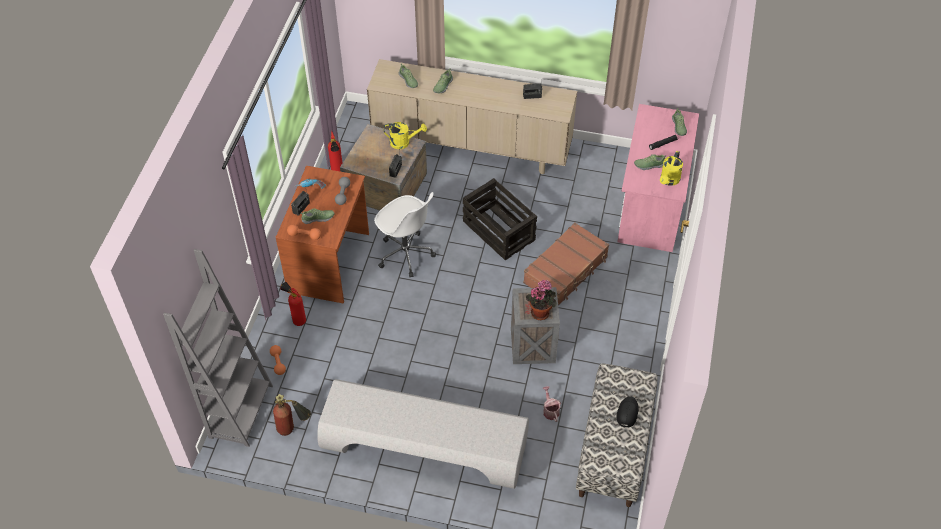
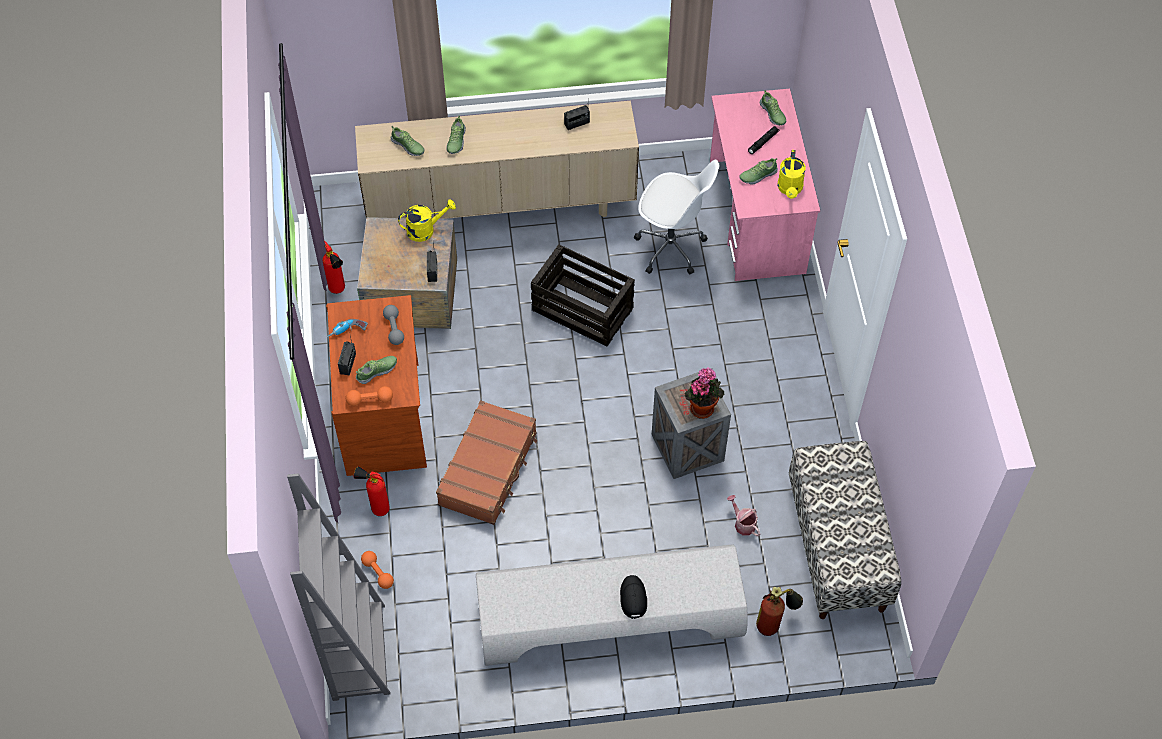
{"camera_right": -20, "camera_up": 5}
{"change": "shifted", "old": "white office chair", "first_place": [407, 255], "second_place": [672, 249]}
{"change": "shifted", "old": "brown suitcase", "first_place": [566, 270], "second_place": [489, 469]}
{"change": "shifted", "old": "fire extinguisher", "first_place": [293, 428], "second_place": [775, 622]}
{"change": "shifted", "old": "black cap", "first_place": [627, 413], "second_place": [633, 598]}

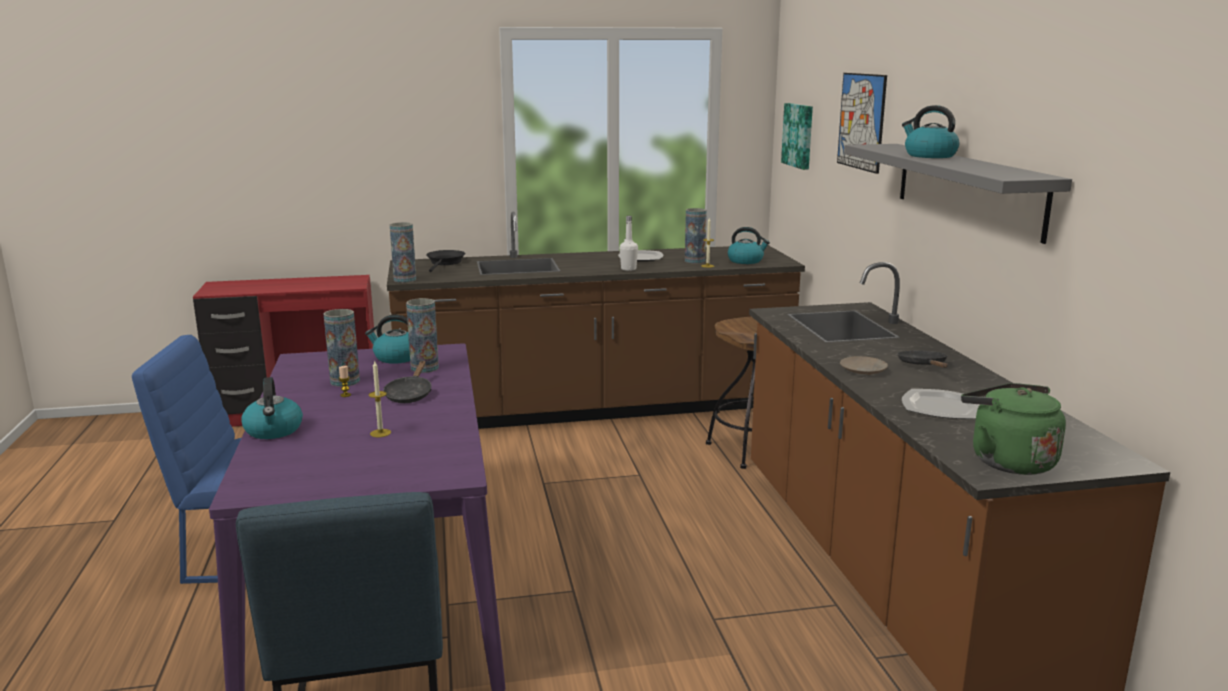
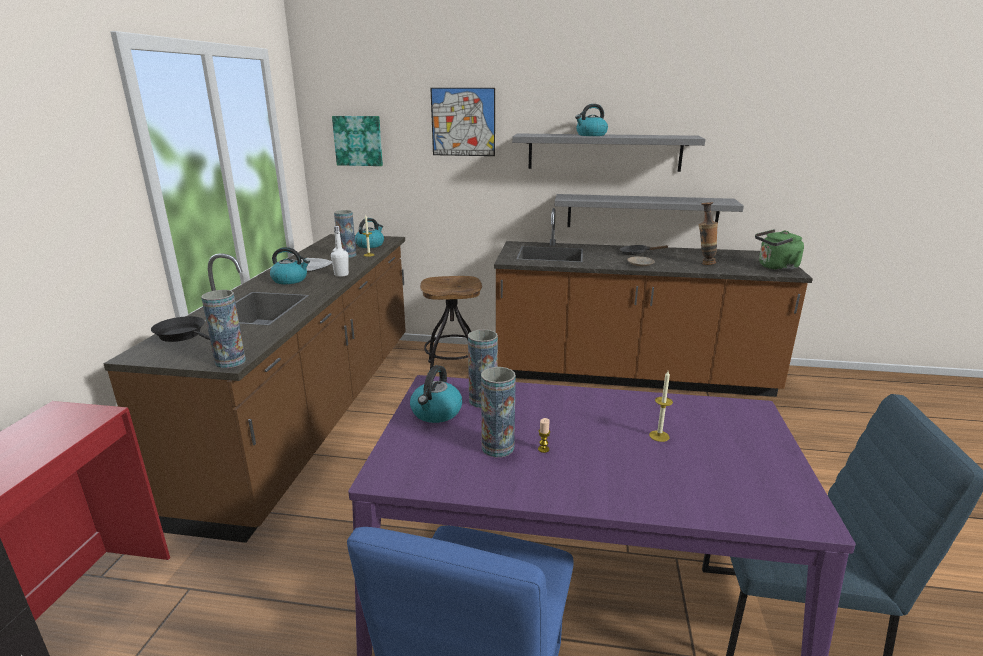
{"camera_right": -70, "camera_up": 5}
{"change": "gone", "old": "black frying pan", "first_place": [409, 394]}
{"change": "shifted", "old": "kettle", "first_place": [274, 431], "second_place": [290, 280]}
{"change": "swapped", "old": "plate", "new": "vase", "first_place": [940, 408], "second_place": [704, 263]}
{"change": "new", "new": "grey shelf", "second_place": [642, 212]}

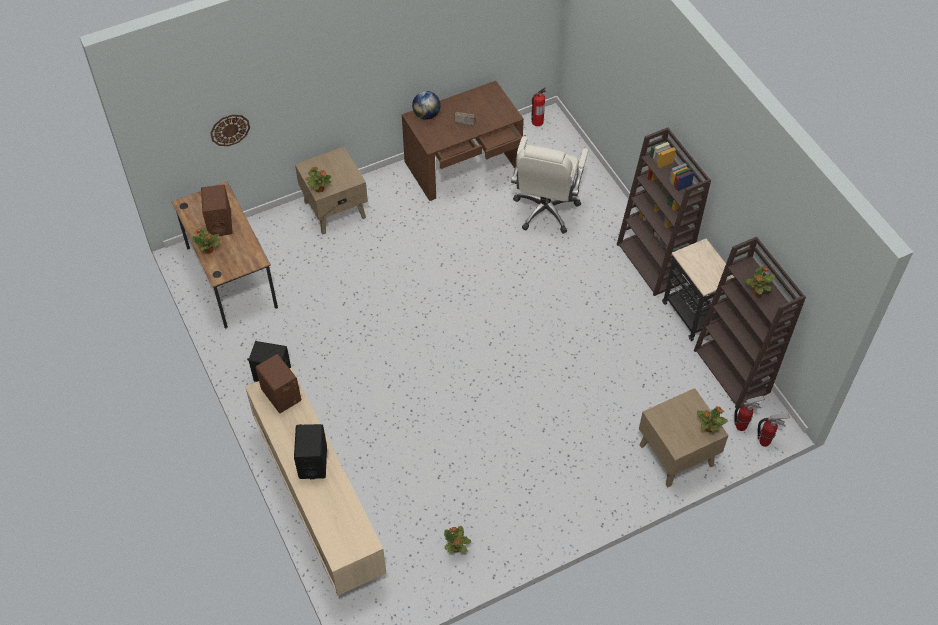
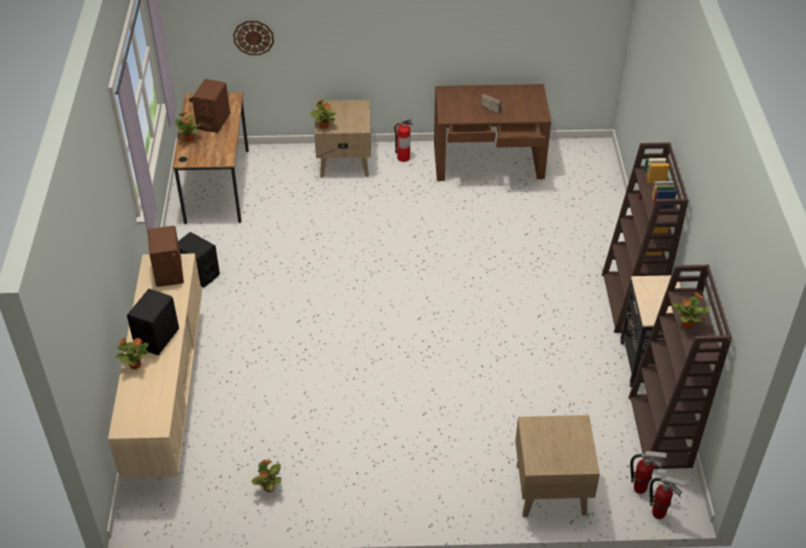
{"camera_right": 25, "camera_up": -10}
{"change": "shifted", "old": "fire extinguisher", "first_place": [537, 122], "second_place": [403, 157]}
{"change": "gone", "old": "globe", "first_place": [426, 115]}
{"change": "gone", "old": "white office chair", "first_place": [545, 211]}
{"change": "shifted", "old": "potted plant", "first_place": [708, 428], "second_place": [135, 365]}

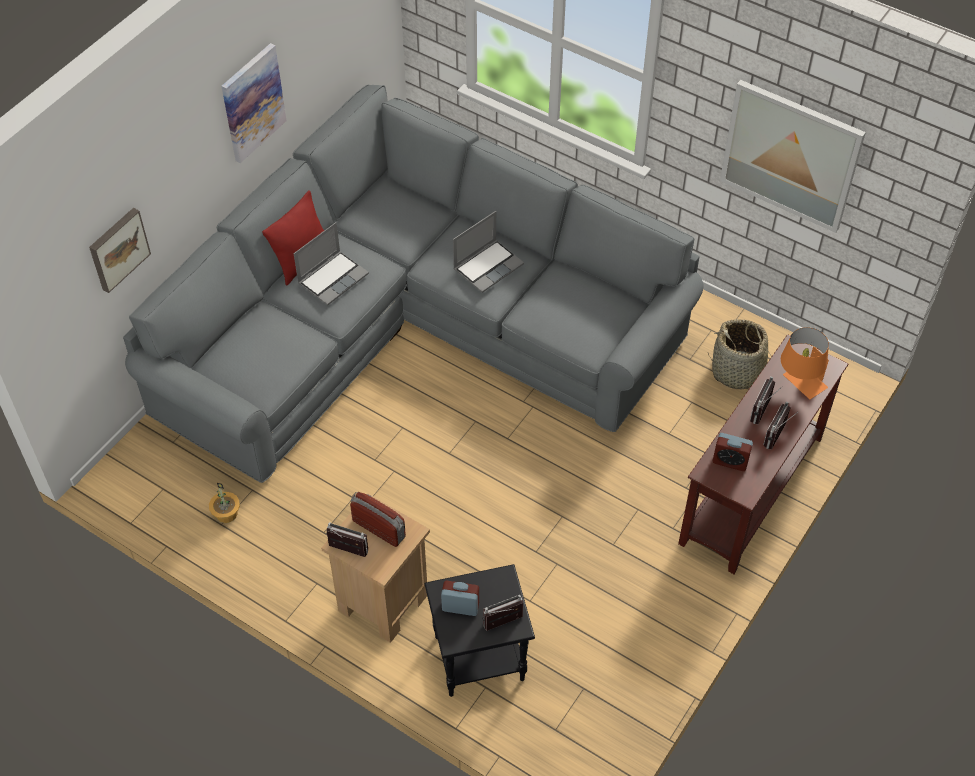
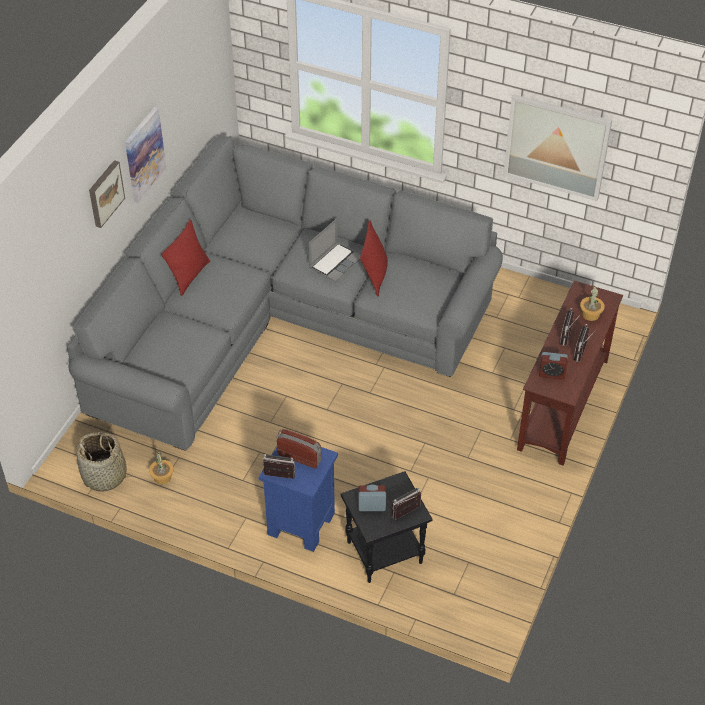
{"camera_right": -10, "camera_up": -5}
{"change": "shifted", "old": "picture", "first_place": [117, 249], "second_place": [104, 193]}
{"change": "gone", "old": "laptop", "first_place": [333, 278]}
{"change": "shifted", "old": "basket", "first_place": [737, 372], "second_place": [105, 476]}
{"change": "swapped", "old": "orange table lamp", "new": "potted plant", "first_place": [799, 385], "second_place": [590, 314]}
{"change": "repainted", "old": "beige nightstand", "new": "blue nightstand", "first_place": [383, 601], "second_place": [301, 522]}
{"change": "new", "new": "red pillow", "second_place": [374, 276]}

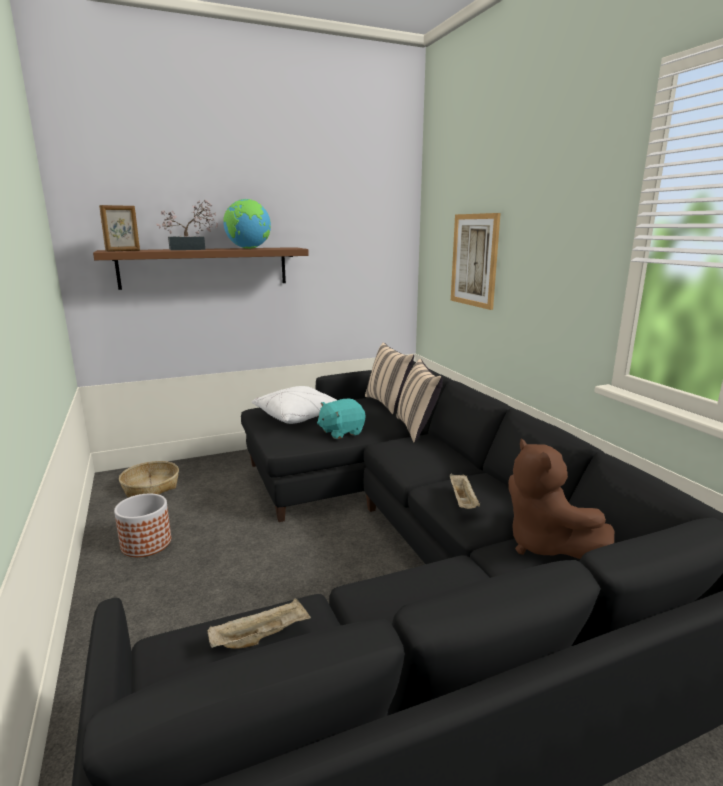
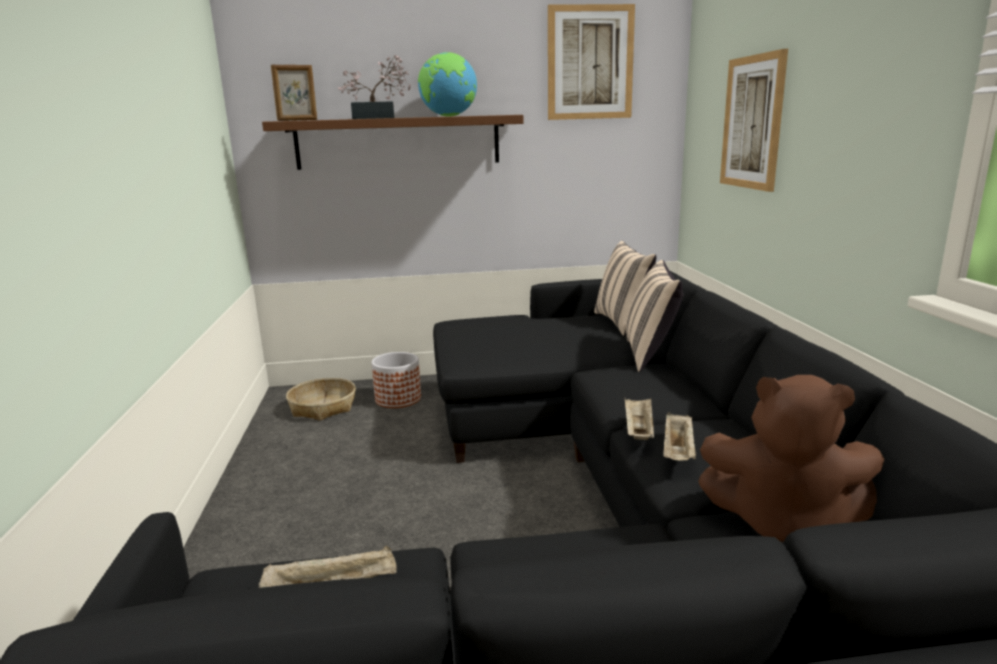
{"camera_right": 15, "camera_up": 0}
{"change": "gone", "old": "white pillow", "first_place": [299, 416]}
{"change": "gone", "old": "turquoise plush toy", "first_place": [341, 432]}
{"change": "rotated", "old": "brown plush toy", "first_place": [544, 545], "second_place": [784, 524], "degrees": -60}
{"change": "shifted", "old": "planter", "first_place": [146, 543], "second_place": [398, 399]}
{"change": "new", "new": "picture", "second_place": [590, 63]}
{"change": "new", "new": "beige tray", "second_place": [638, 430]}

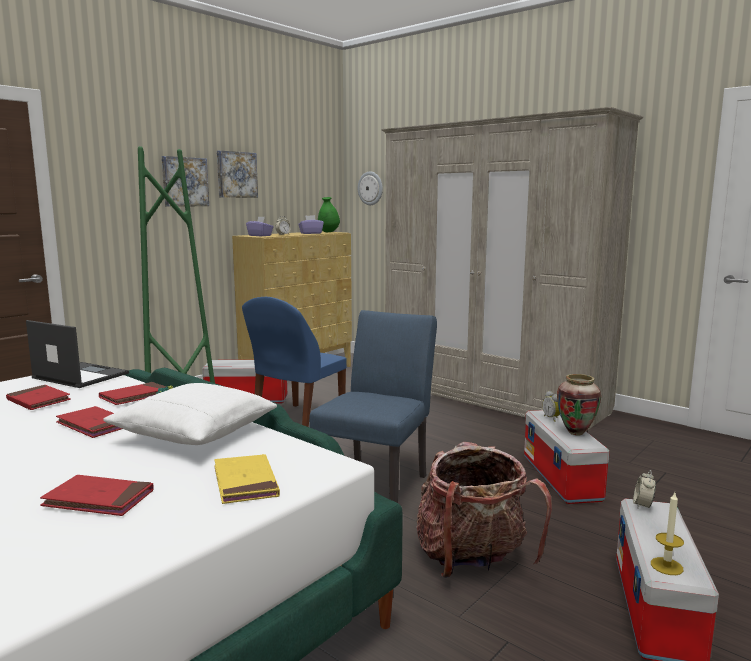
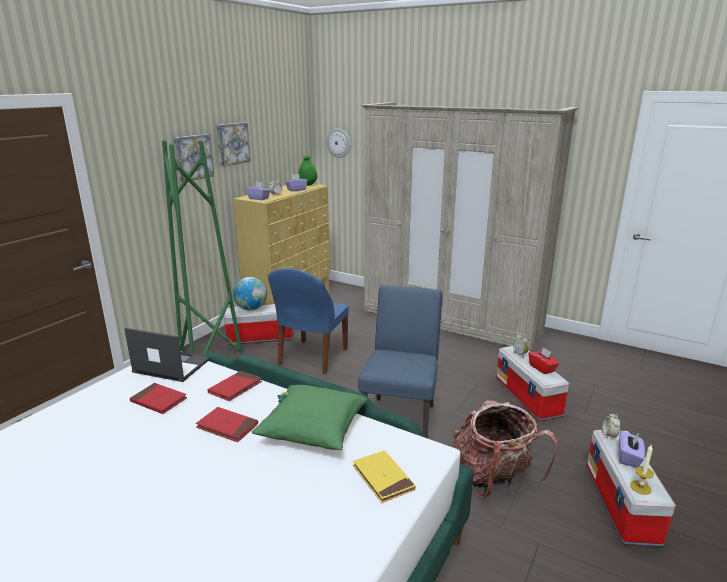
{"camera_right": -10, "camera_up": 10}
{"change": "swapped", "old": "vase", "new": "red tissue box", "first_place": [576, 433], "second_place": [542, 368]}
{"change": "repainted", "old": "white pillow", "new": "green pillow", "first_place": [196, 435], "second_place": [313, 429]}
{"change": "gone", "old": "red book", "first_place": [99, 499]}
{"change": "new", "new": "globe", "second_place": [251, 309]}
{"change": "new", "new": "purple tissue box", "second_place": [629, 457]}

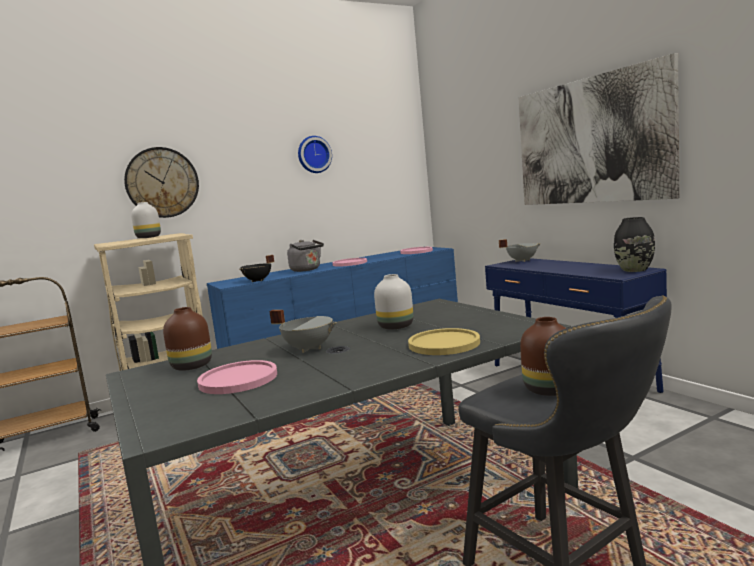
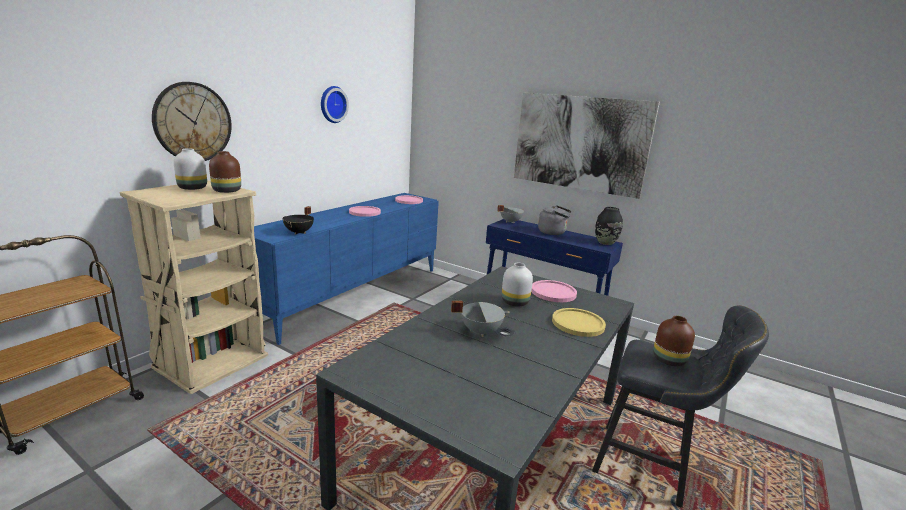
{"camera_right": -30, "camera_up": 10}
{"change": "shifted", "old": "grey kettle", "first_place": [307, 270], "second_place": [553, 232]}
{"change": "shifted", "old": "brown vase", "first_place": [190, 366], "second_place": [226, 191]}
{"change": "shifted", "old": "pink plate", "first_place": [238, 379], "second_place": [553, 292]}

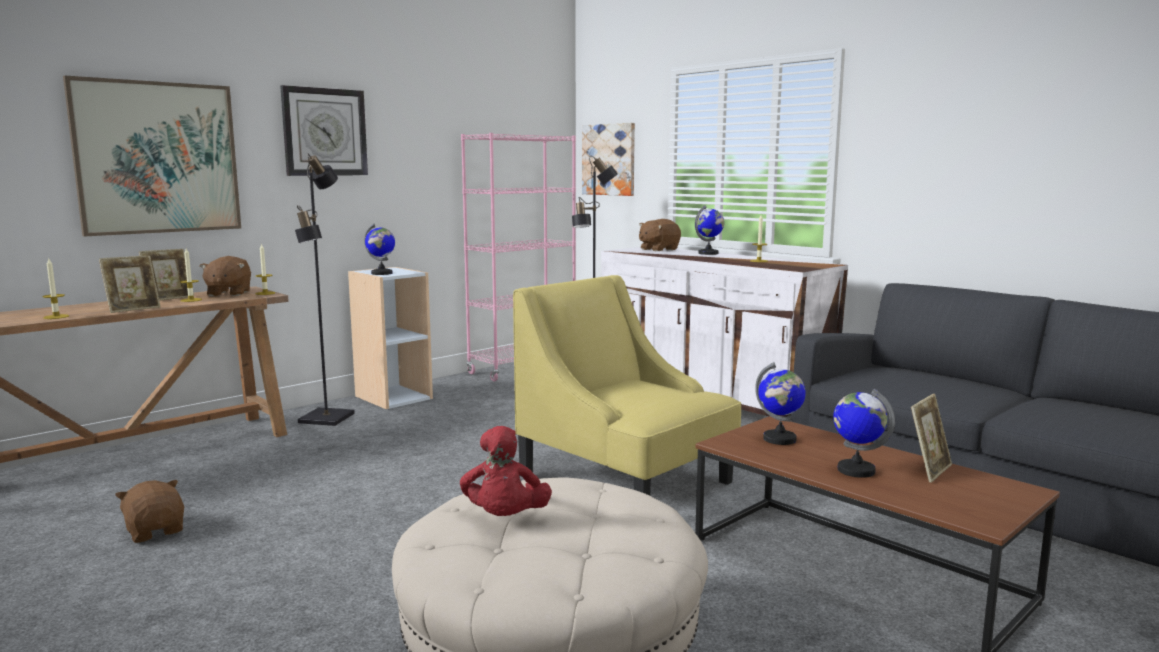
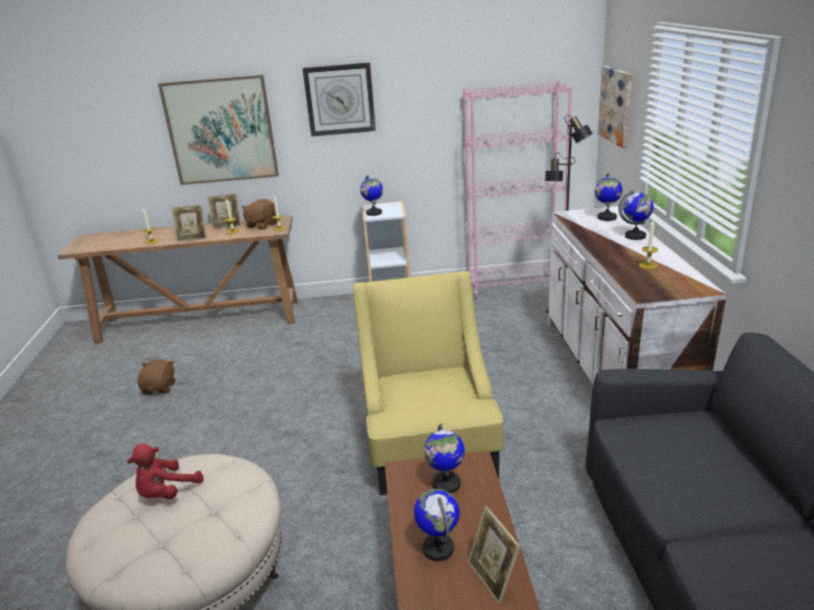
{"camera_right": 40, "camera_up": 15}
{"change": "gone", "old": "black floor lamp", "first_place": [326, 418]}
{"change": "swapped", "old": "brown plush toy", "new": "globe", "first_place": [658, 249], "second_place": [606, 217]}
{"change": "rotated", "old": "picture frame", "first_place": [929, 470], "second_place": [492, 578], "degrees": 75}

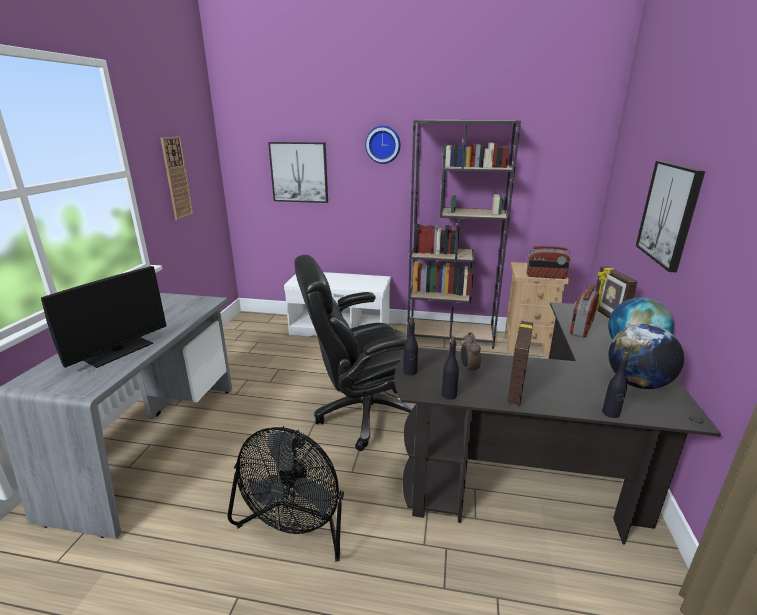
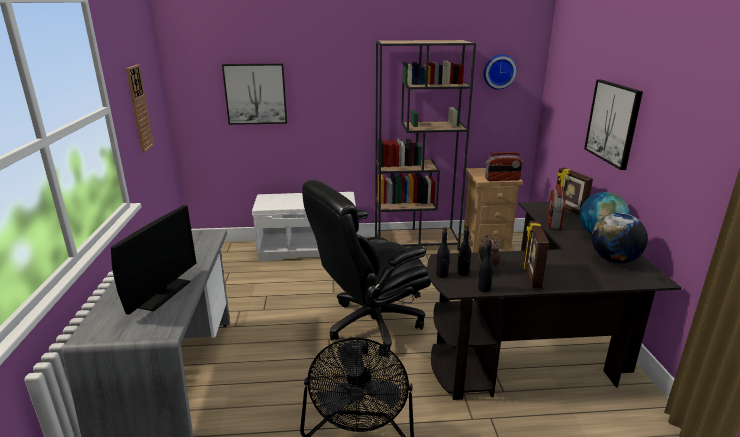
{"camera_right": -15, "camera_up": 0}
{"change": "shifted", "old": "wall clock", "first_place": [383, 144], "second_place": [499, 71]}
{"change": "shifted", "old": "black bottle", "first_place": [611, 413], "second_place": [463, 273]}

